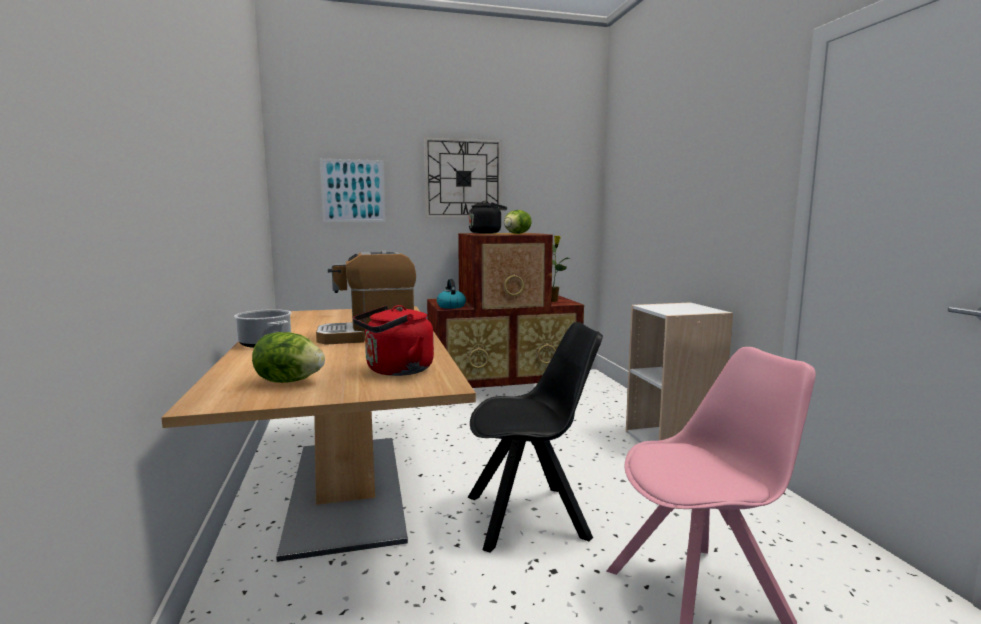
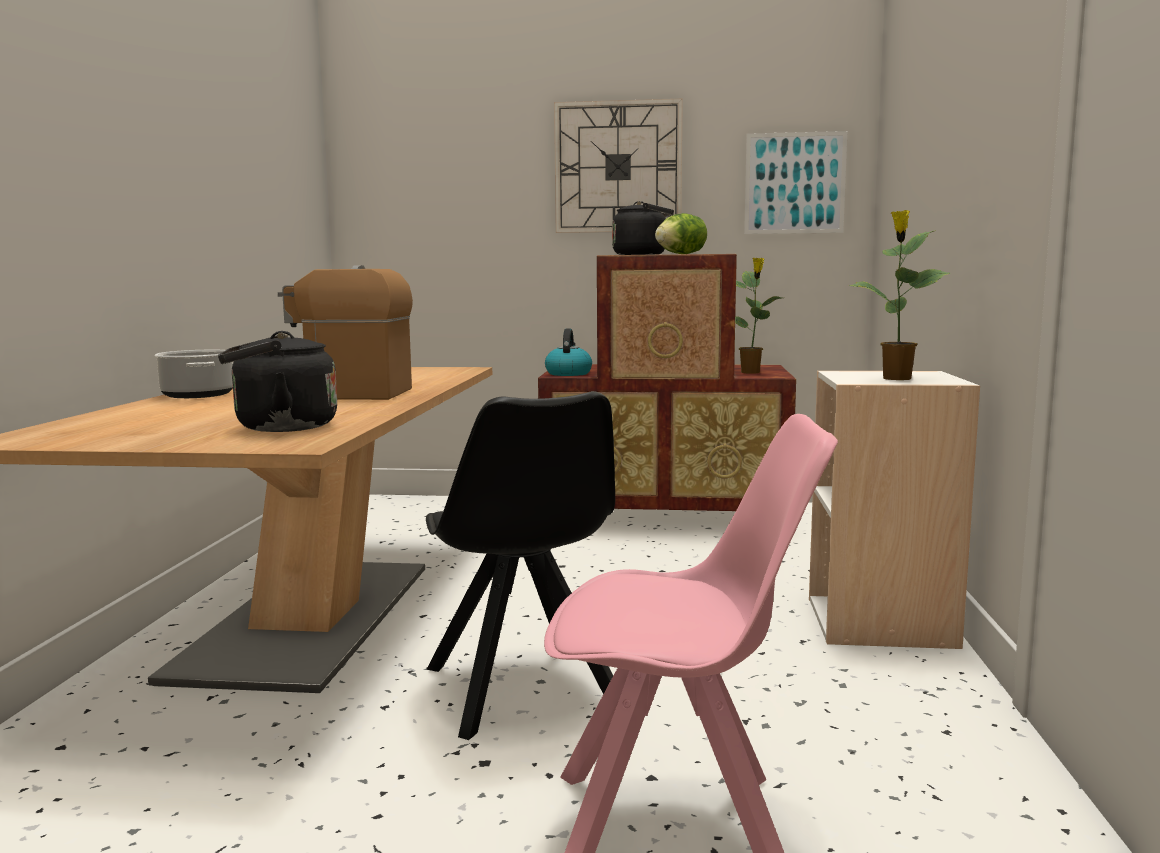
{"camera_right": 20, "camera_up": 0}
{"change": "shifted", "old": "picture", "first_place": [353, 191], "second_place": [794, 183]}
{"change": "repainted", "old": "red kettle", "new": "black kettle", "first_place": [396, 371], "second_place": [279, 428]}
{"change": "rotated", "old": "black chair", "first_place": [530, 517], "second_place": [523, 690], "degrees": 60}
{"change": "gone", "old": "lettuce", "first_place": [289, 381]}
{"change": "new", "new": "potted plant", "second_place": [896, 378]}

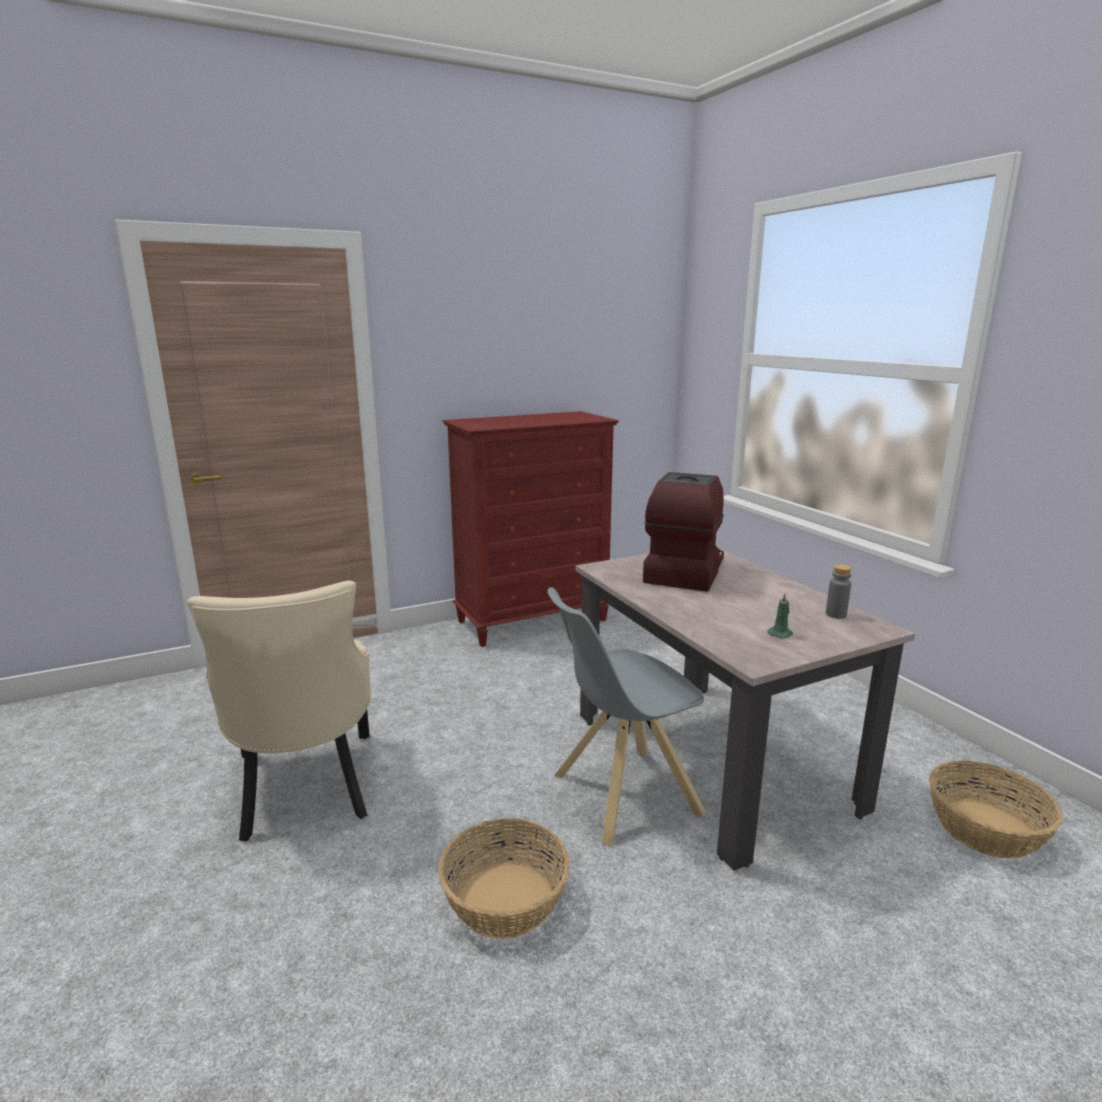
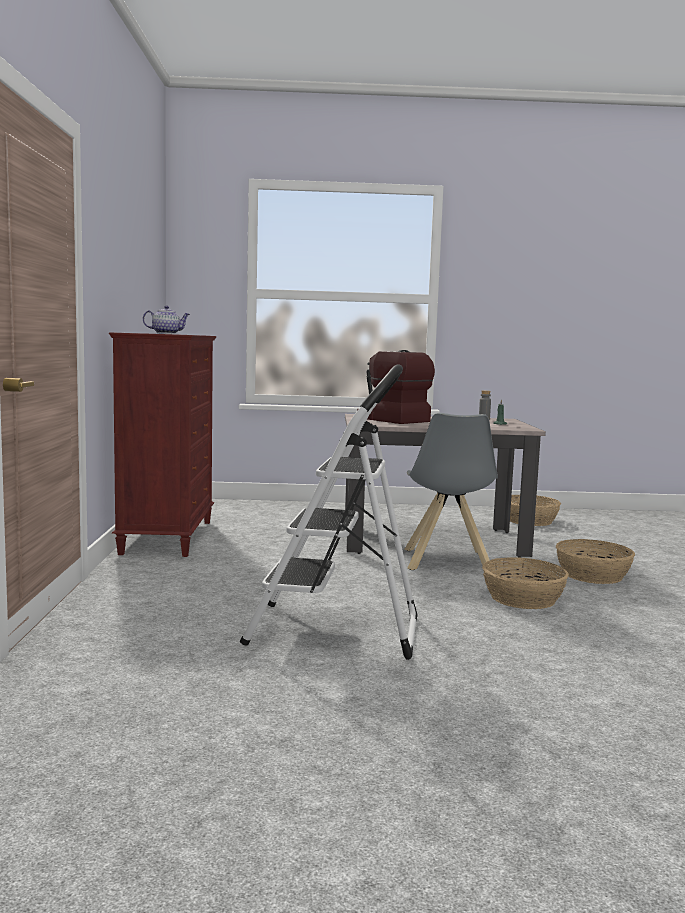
{"camera_right": -65, "camera_up": -10}
{"change": "swapped", "old": "beige chair", "new": "step ladder", "first_place": [305, 782], "second_place": [339, 631]}
{"change": "new", "new": "teapot", "second_place": [166, 333]}
{"change": "new", "new": "basket", "second_place": [592, 575]}

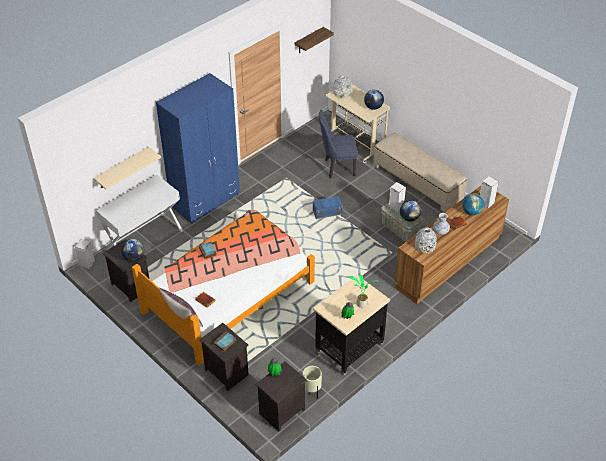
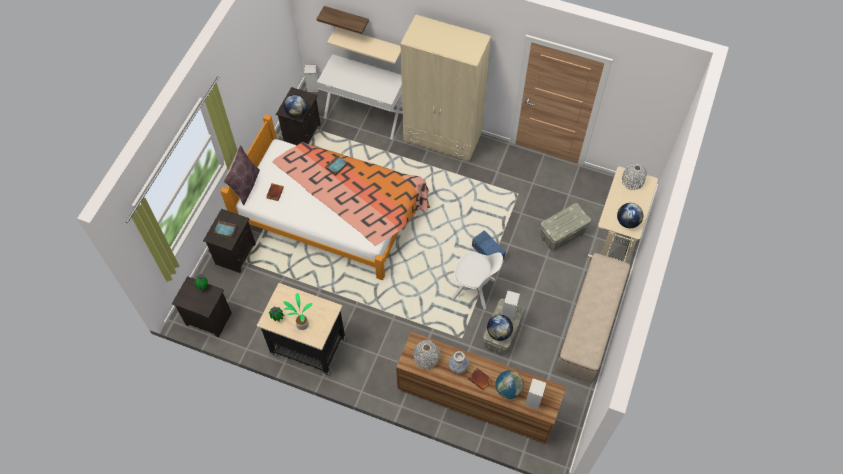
{"camera_right": 65, "camera_up": 15}
{"change": "shifted", "old": "shelf", "first_place": [309, 41], "second_place": [346, 18]}
{"change": "repainted", "old": "blue wardrobe", "new": "beige wardrobe", "first_place": [206, 201], "second_place": [442, 139]}
{"change": "swapped", "old": "blue chair", "new": "grey storage box", "first_place": [336, 168], "second_place": [562, 234]}
{"change": "gone", "old": "beige planter", "first_place": [311, 391]}
{"change": "new", "new": "white chair", "second_place": [474, 289]}

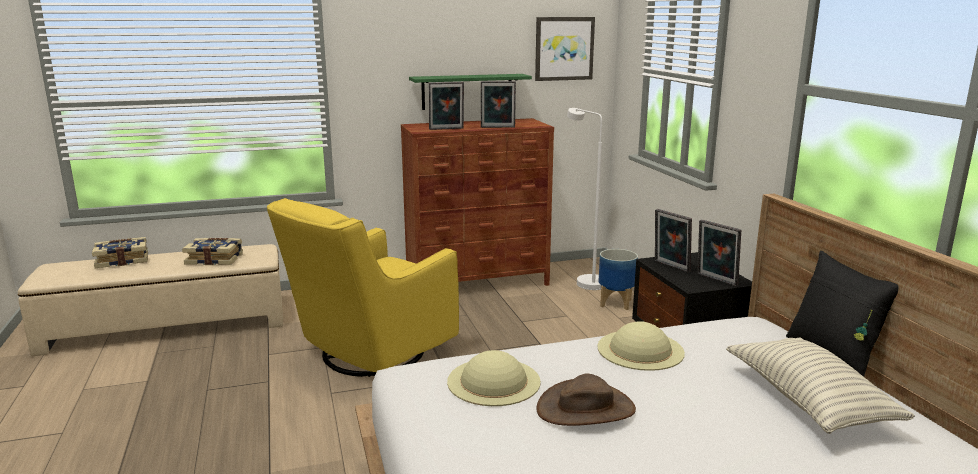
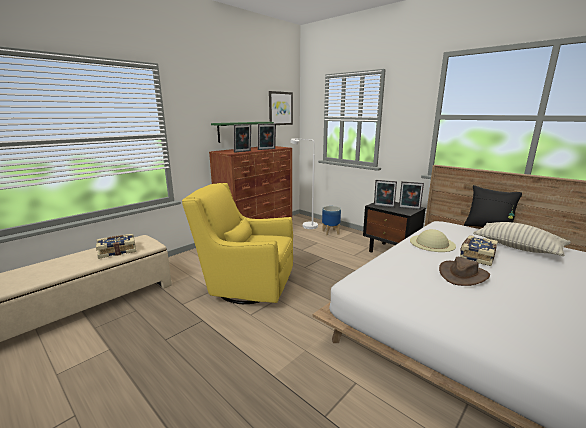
{"camera_right": -30, "camera_up": 0}
{"change": "rotated", "old": "yellow armchair", "first_place": [369, 354], "second_place": [245, 286], "degrees": 90}
{"change": "shifted", "old": "book", "first_place": [122, 260], "second_place": [476, 256]}
{"change": "gone", "old": "beige hat", "first_place": [493, 381]}

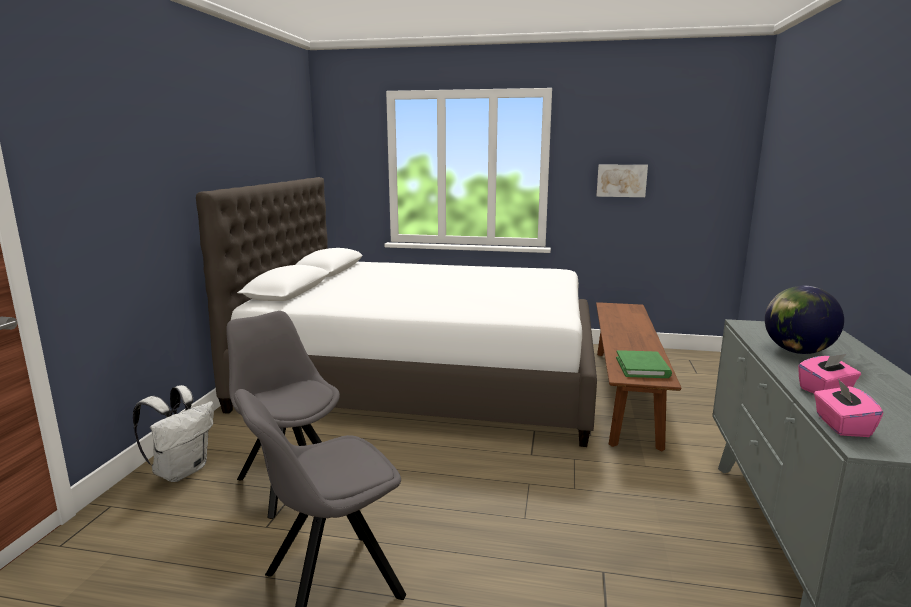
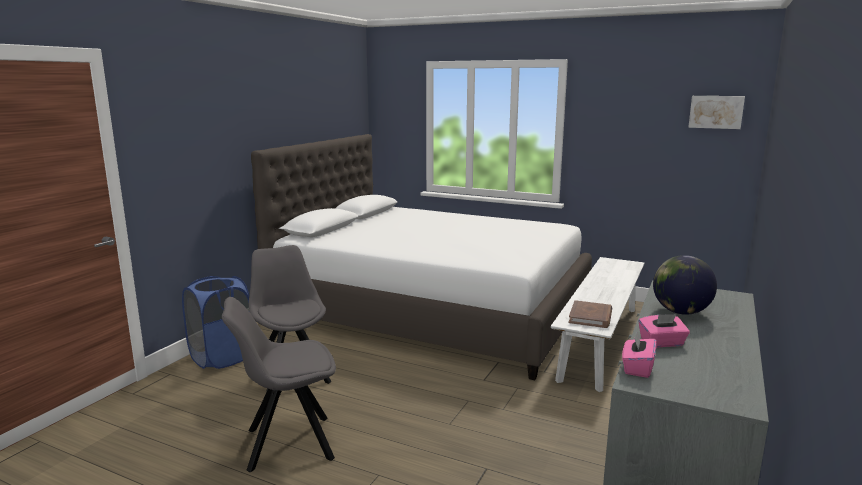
{"camera_right": 15, "camera_up": 0}
{"change": "shifted", "old": "picture", "first_place": [621, 180], "second_place": [716, 112]}
{"change": "repainted", "old": "brown bench", "new": "white bench", "first_place": [624, 393], "second_place": [600, 341]}
{"change": "repainted", "old": "green book", "new": "brown book", "first_place": [642, 367], "second_place": [590, 317]}
{"change": "swapped", "old": "white backpack", "new": "blue laundry basket", "first_place": [181, 470], "second_place": [222, 357]}

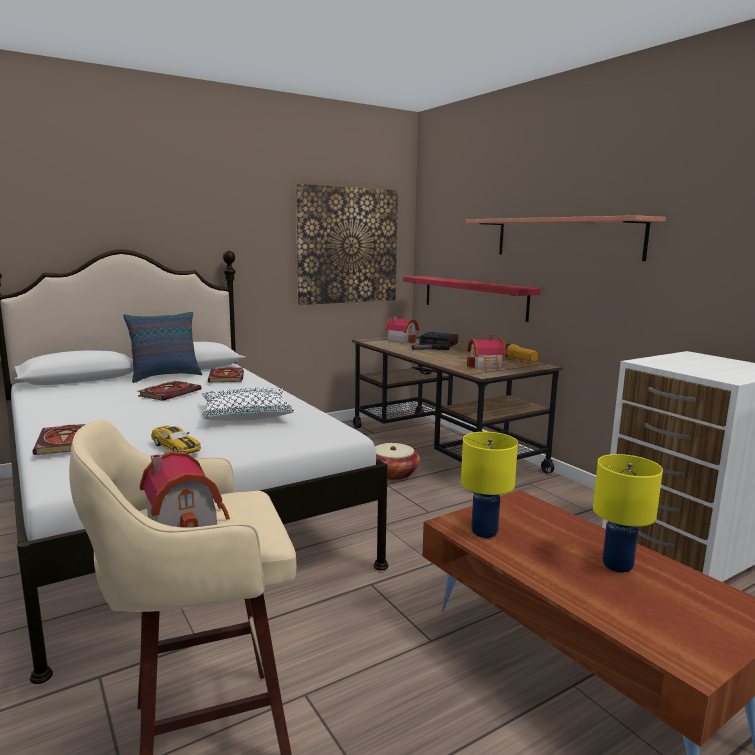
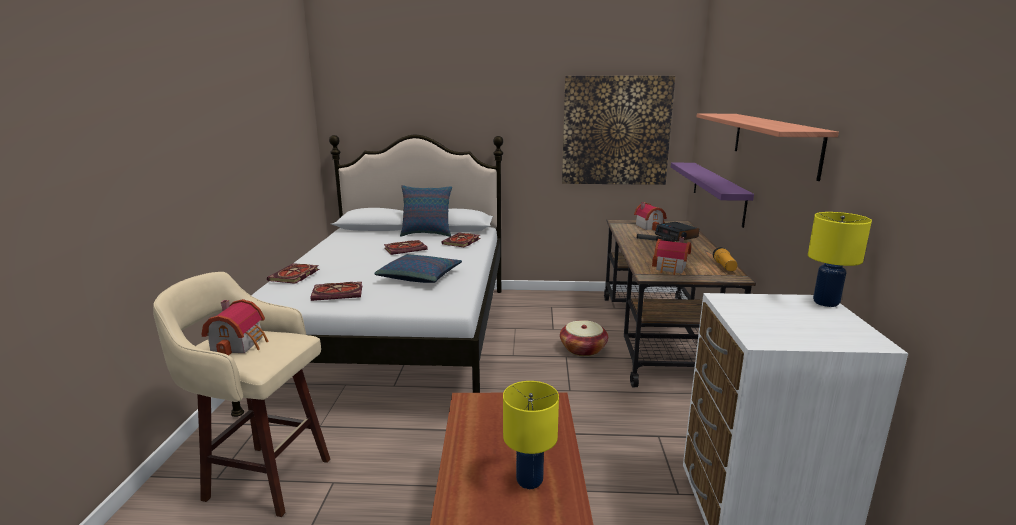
{"camera_right": 35, "camera_up": 5}
{"change": "repainted", "old": "red shelf", "new": "purple shelf", "first_place": [473, 297], "second_place": [717, 191]}
{"change": "repainted", "old": "white pillow", "new": "blue pillow", "first_place": [246, 415], "second_place": [420, 277]}
{"change": "swapped", "old": "toy car", "new": "book", "first_place": [176, 447], "second_place": [339, 293]}
{"change": "shifted", "old": "yellow table lamp", "first_place": [483, 532], "second_place": [825, 302]}

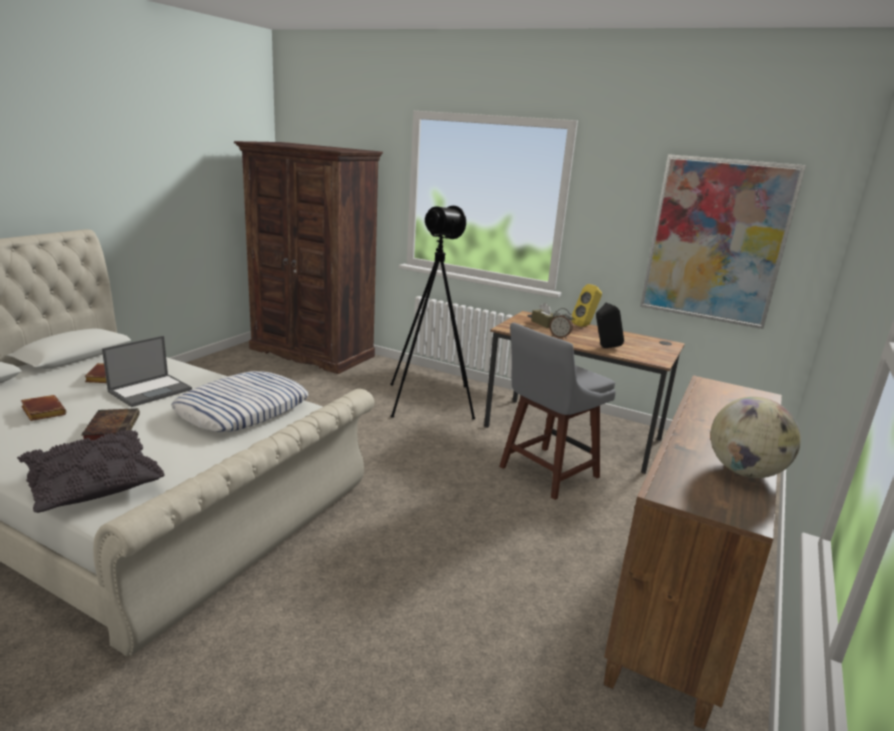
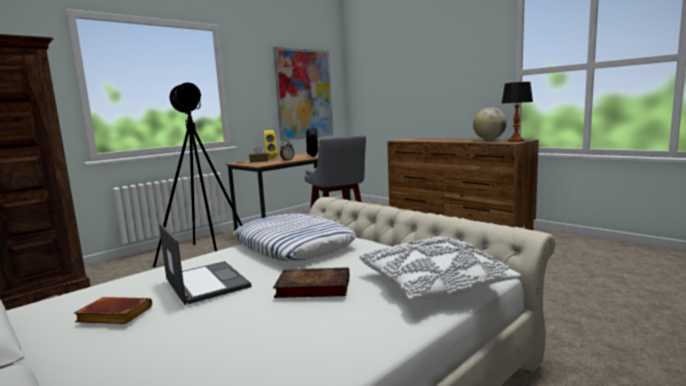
{"camera_right": -70, "camera_up": -10}
{"change": "gone", "old": "brown book", "first_place": [42, 412]}
{"change": "repainted", "old": "black pillow", "new": "white pillow", "first_place": [93, 483], "second_place": [433, 284]}
{"change": "new", "new": "table lamp", "second_place": [516, 141]}

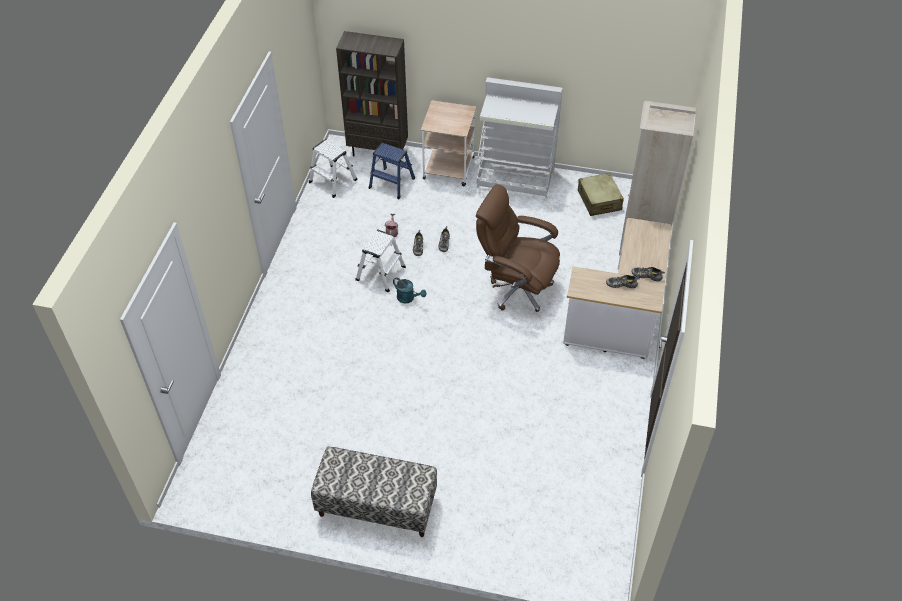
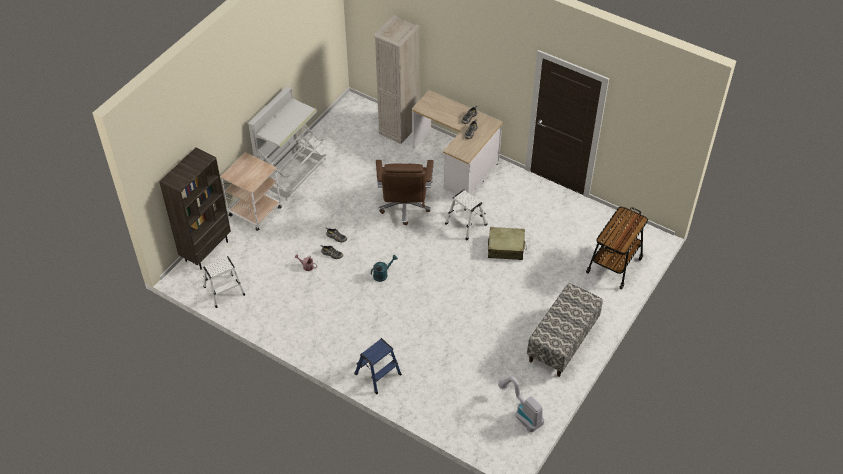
{"camera_right": -70, "camera_up": 0}
{"change": "shifted", "old": "blue step ladder", "first_place": [392, 183], "second_place": [378, 374]}
{"change": "shifted", "old": "beige suitcase", "first_place": [599, 200], "second_place": [506, 248]}
{"change": "rotated", "old": "brown office chair", "first_place": [516, 289], "second_place": [404, 209], "degrees": -45}
{"change": "shifted", "old": "white step ladder", "first_place": [380, 273], "second_place": [466, 224]}
{"change": "new", "new": "cart", "second_place": [614, 265]}
{"change": "new", "new": "vacuum cleaner", "second_place": [521, 413]}

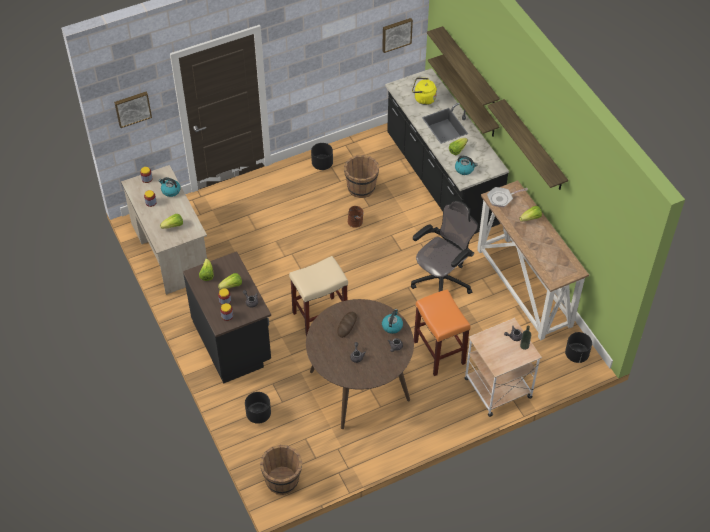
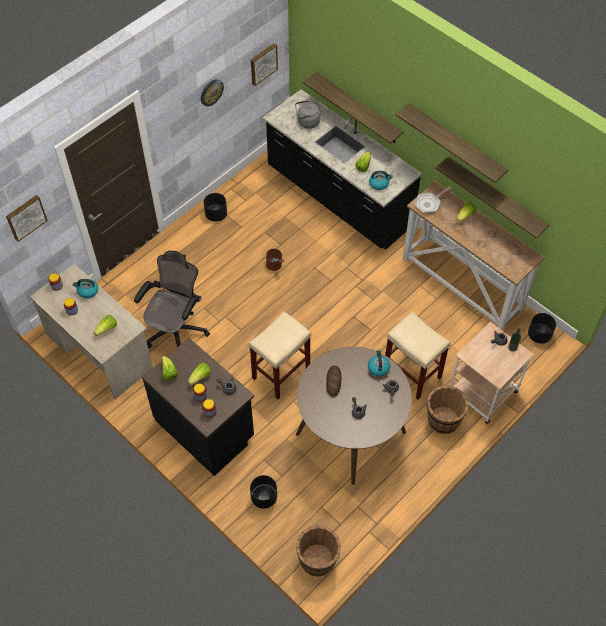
{"camera_right": -20, "camera_up": 5}
{"change": "shifted", "old": "shelf", "first_place": [469, 69], "second_place": [495, 197]}
{"change": "repainted", "old": "yellow kettle", "new": "grey kettle", "first_place": [423, 99], "second_place": [307, 122]}
{"change": "shifted", "old": "brown bucket", "first_place": [361, 188], "second_place": [443, 419]}
{"change": "shifted", "old": "office chair", "first_place": [442, 281], "second_place": [176, 331]}
{"change": "repainted", "old": "orange stool", "new": "beige stool", "first_place": [440, 353], "second_place": [413, 374]}
{"change": "new", "new": "wall clock", "second_place": [211, 92]}

